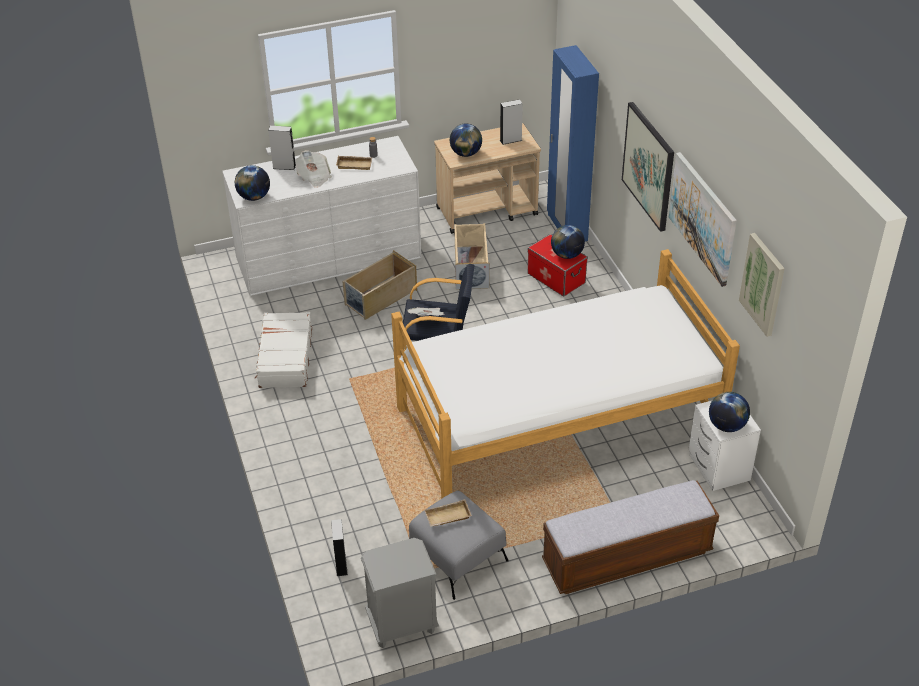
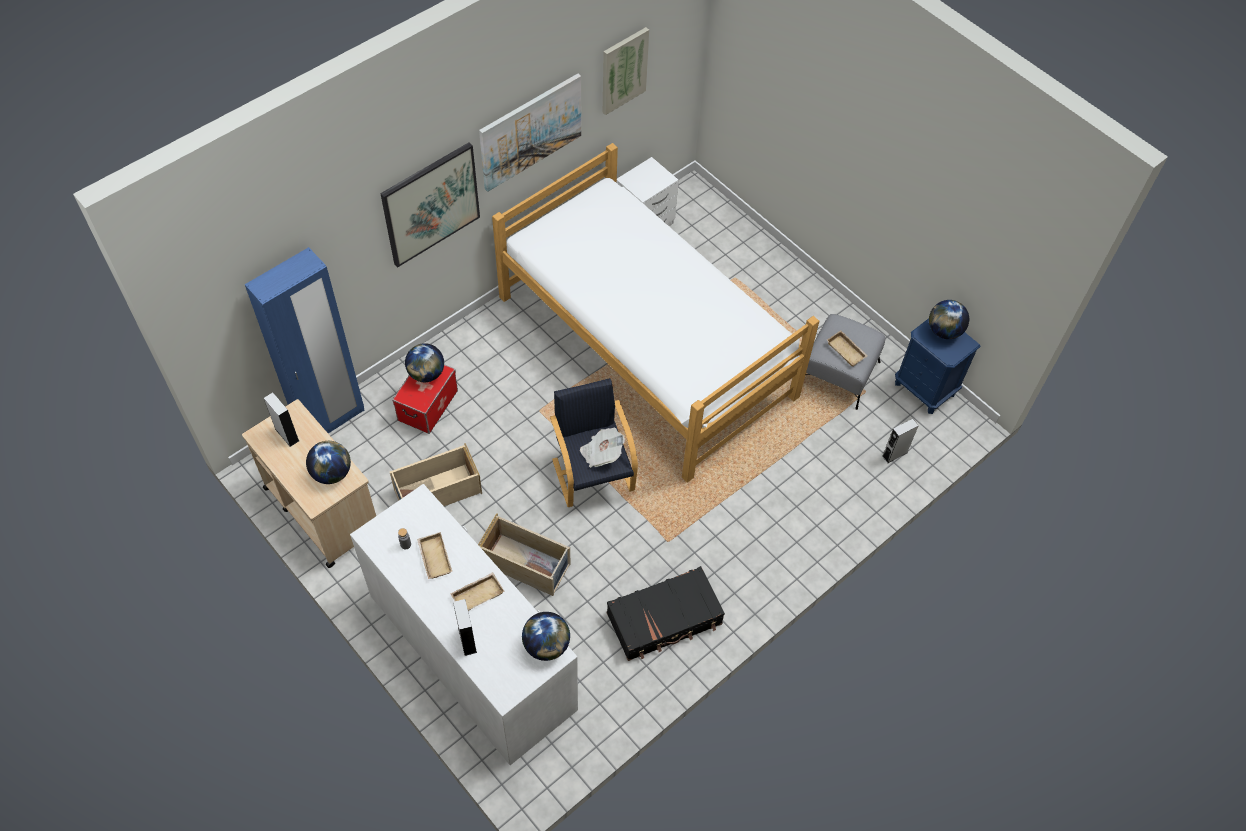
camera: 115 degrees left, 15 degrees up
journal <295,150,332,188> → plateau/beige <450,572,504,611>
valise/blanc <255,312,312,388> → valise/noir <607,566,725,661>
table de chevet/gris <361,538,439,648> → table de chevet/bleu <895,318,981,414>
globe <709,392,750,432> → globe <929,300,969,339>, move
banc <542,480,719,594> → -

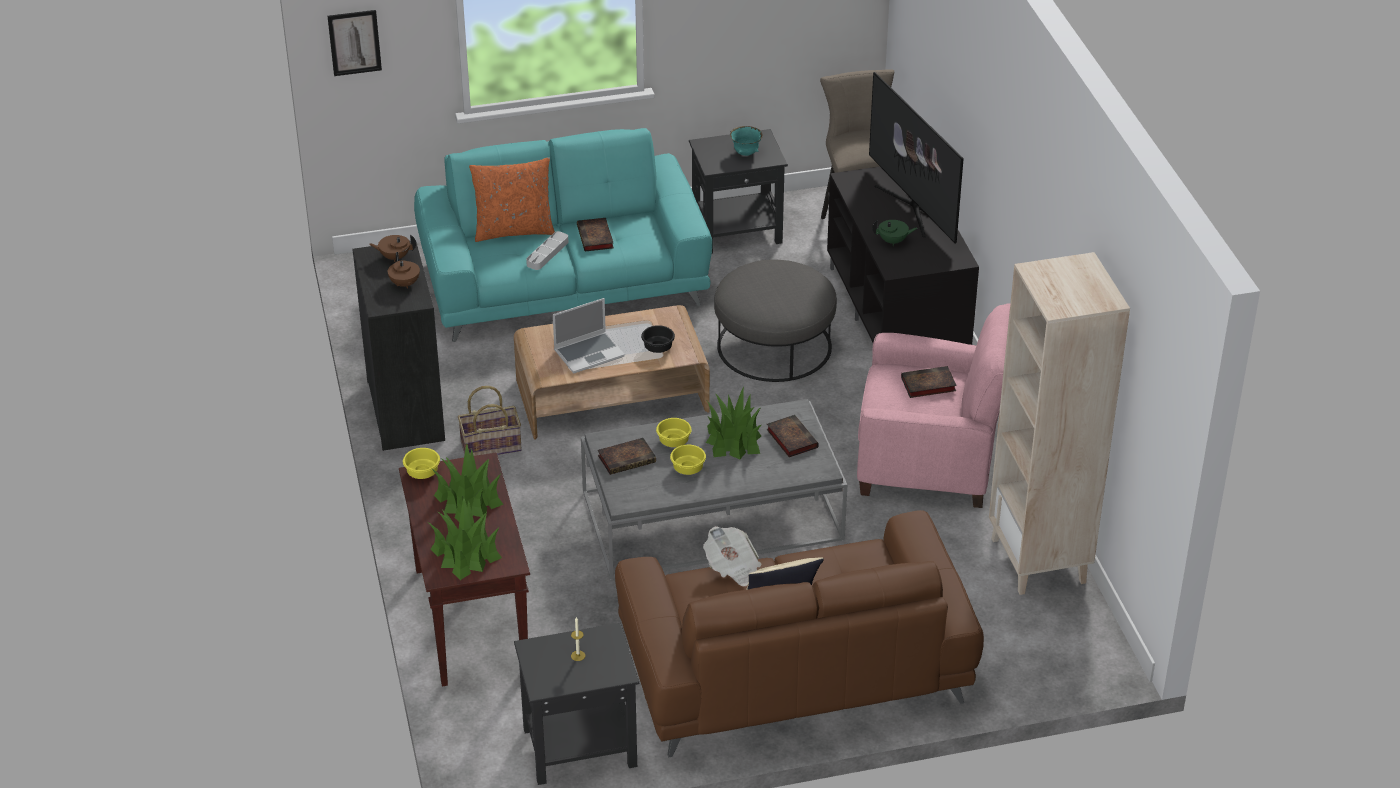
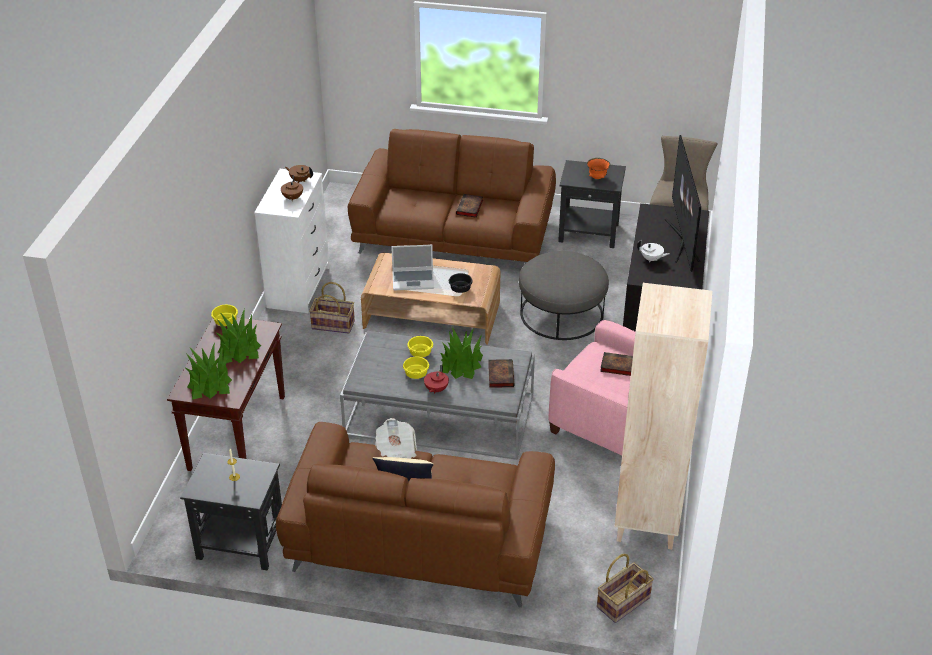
camera: 25 degrees right, 0 degrees up
commode/noir <352,242,445,451> → commode/blanc <254,169,330,313>
canapé/turquoise <414,128,712,342> → canapé/marron <348,129,556,264>
- → théière/rouge <424,365,449,394>
bol/turquoise <730,126,763,156> → bol/orange <587,158,610,179>
- → panier <597,554,654,623>
théière/vert <872,219,917,246> → théière/blanc <637,240,670,263>
tableau <327,10,382,76> → -
coussin/orange <469,157,555,242> → -
plateau/gris <526,231,568,270> → -
livre <598,438,656,475> → -

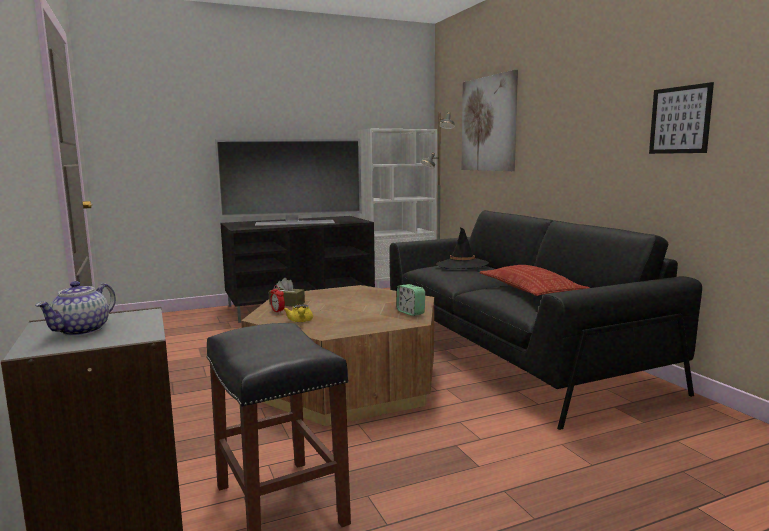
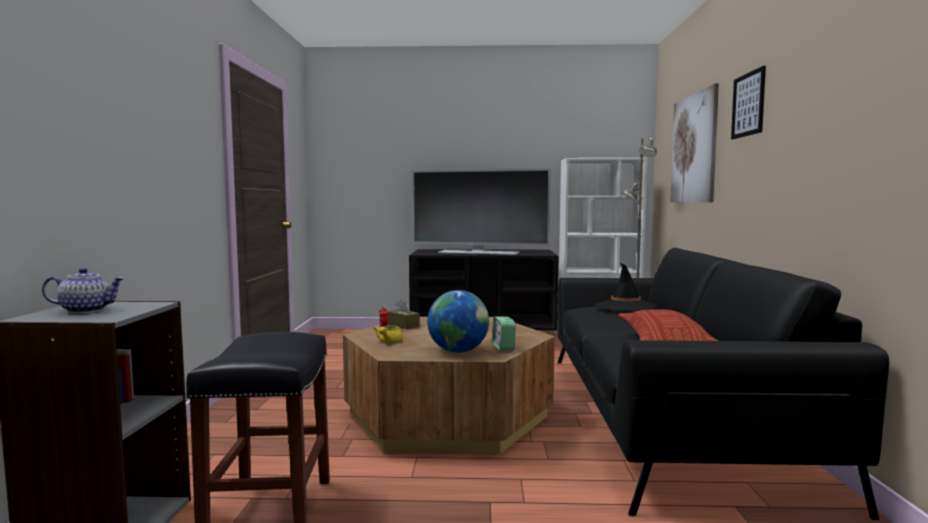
camera: 25 degrees right, 5 degrees down
théière <35,281,116,336> → théière <42,268,125,313>, 150 degrees counterclockwise
- → globe <427,290,489,353>
tableau <649,82,714,154> → tableau <731,66,766,139>, move

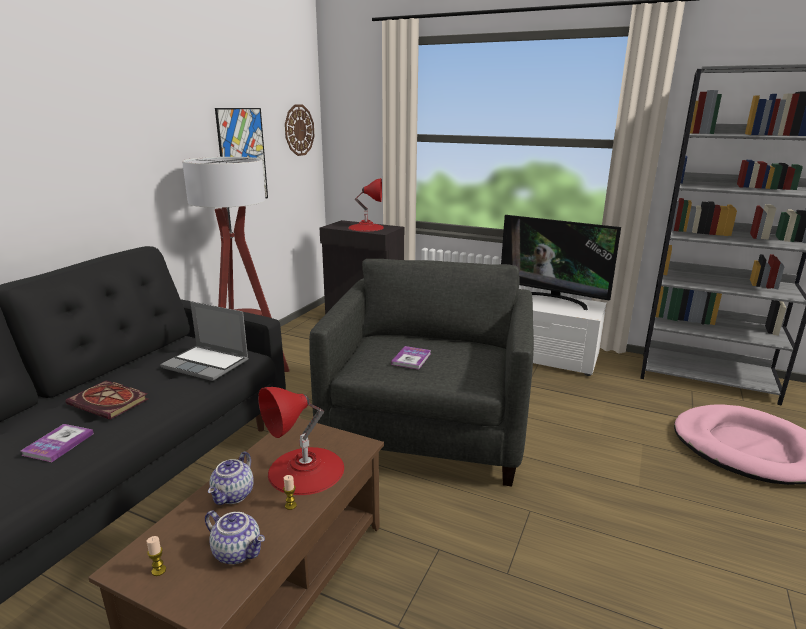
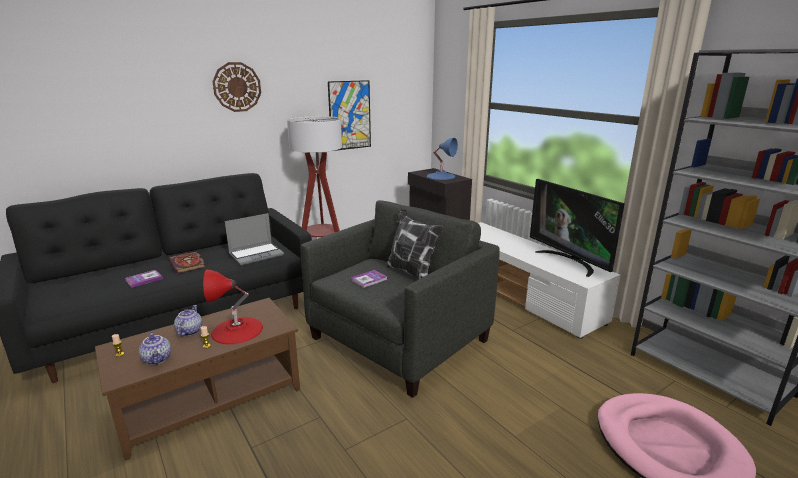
camera: 30 degrees right, 0 degrees up
théière <208,451,254,505> → théière <174,305,202,336>, 135 degrees clockwise
horloge murale <285,104,314,156> → horloge murale <212,62,261,112>, move
ordinateur portable <160,302,249,381> → ordinateur portable <225,213,284,265>, 90 degrees counterclockwise
- → coussin <386,208,443,280>
lampe de table/rouge <348,178,384,232> → lampe de table/bleu <427,138,458,180>

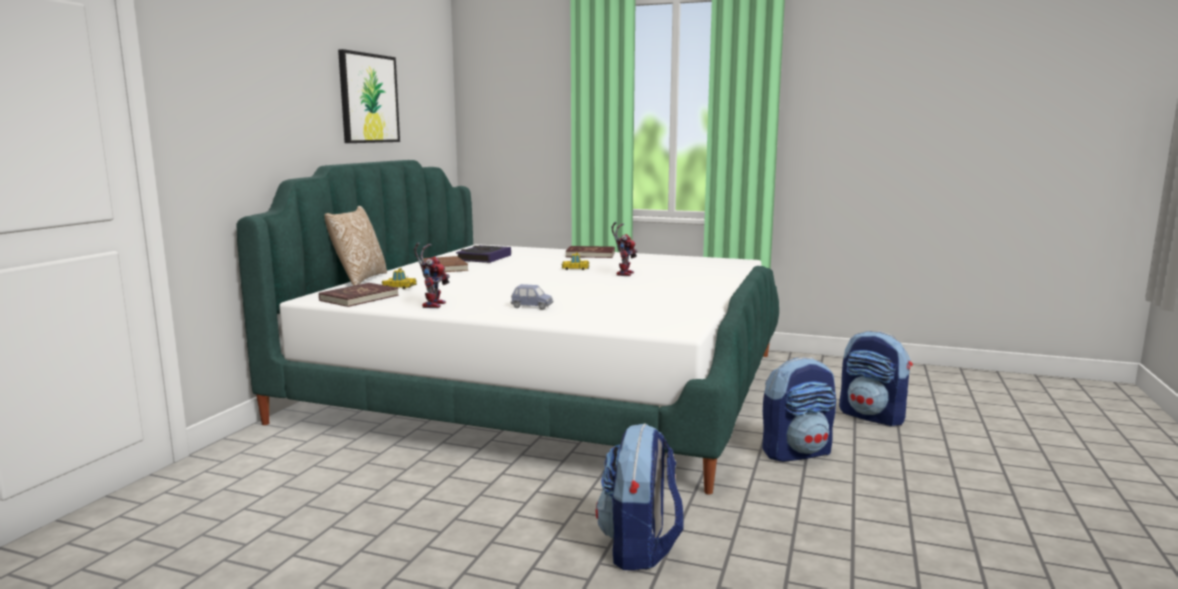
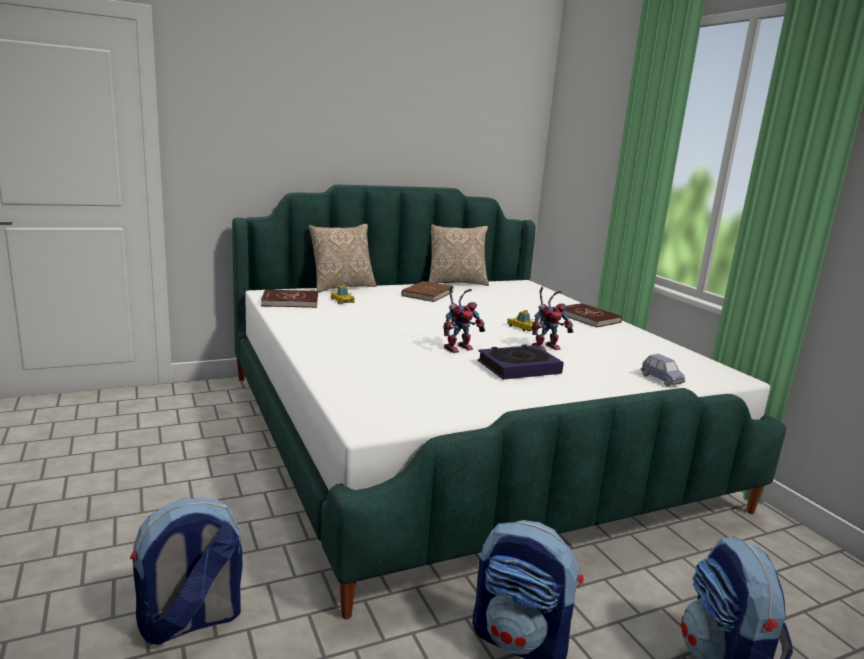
camera: 45 degrees right, 5 degrees up
- → coussin <429,224,489,286>
robot jouet <414,242,450,308> → robot jouet <443,286,485,353>, move
livre <456,245,511,263> → livre <478,344,564,380>, move
petite voiture/bleu <511,284,553,310> → petite voiture/bleu <641,354,685,387>, move
tableau <338,49,400,143> → -

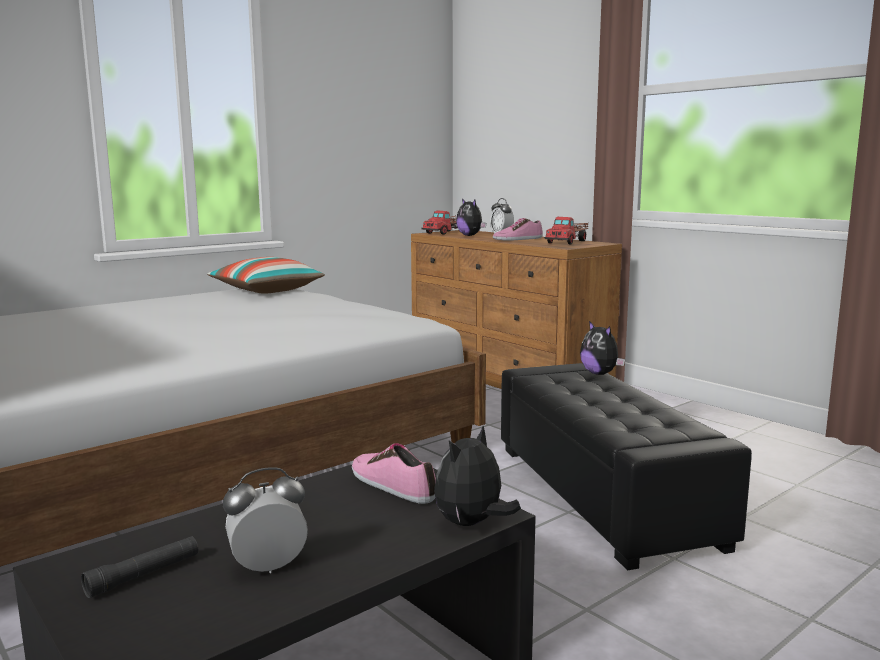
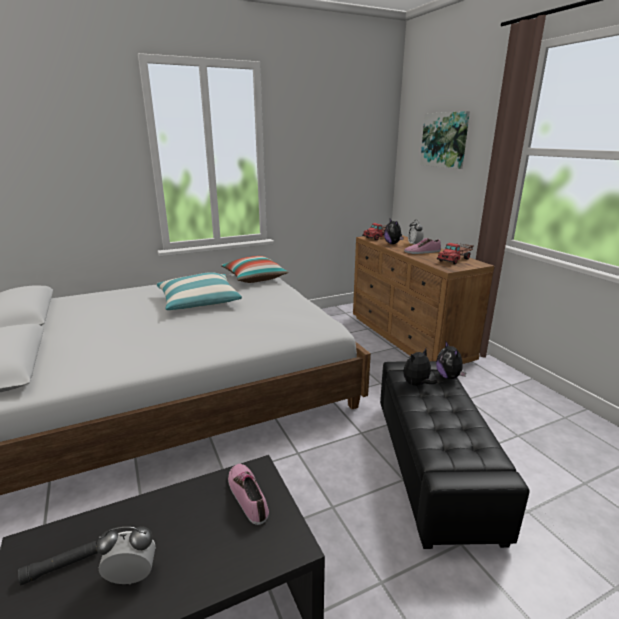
camera: 15 degrees right, 10 degrees up
- → coussin <157,272,242,310>
peluche <434,426,521,526> → peluche <403,348,438,386>, move
- → tableau <420,111,470,169>

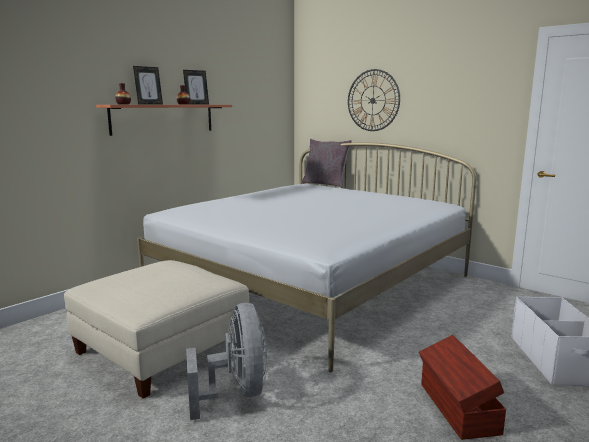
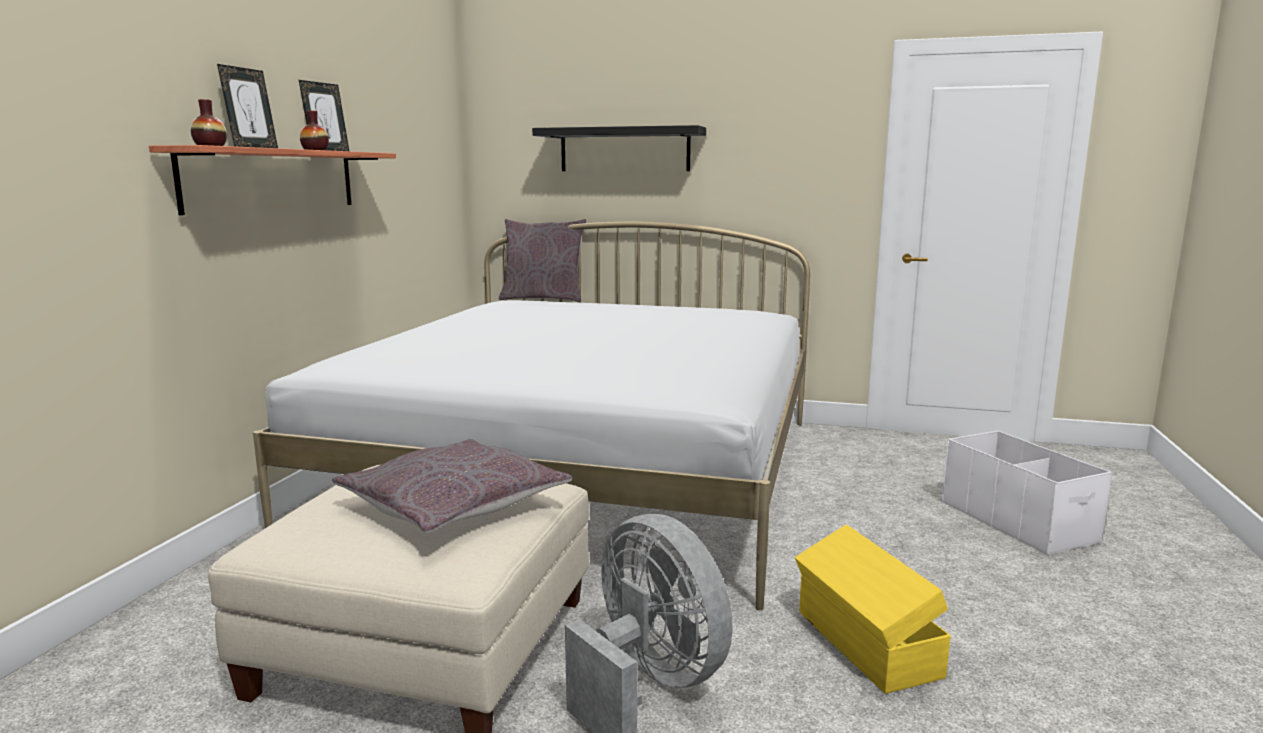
camera: 25 degrees left, 0 degrees up
- → coussin/gris <332,439,572,534>
horloge murale <348,69,400,131> → étagère/noir <532,125,706,171>
- → boîte de rangement/jaune <795,524,951,694>
boîte de rangement/marron <419,335,506,440> → -

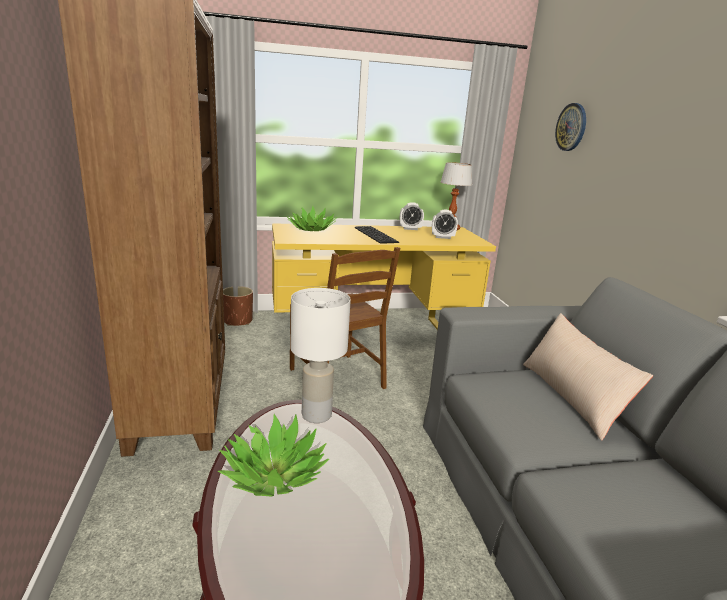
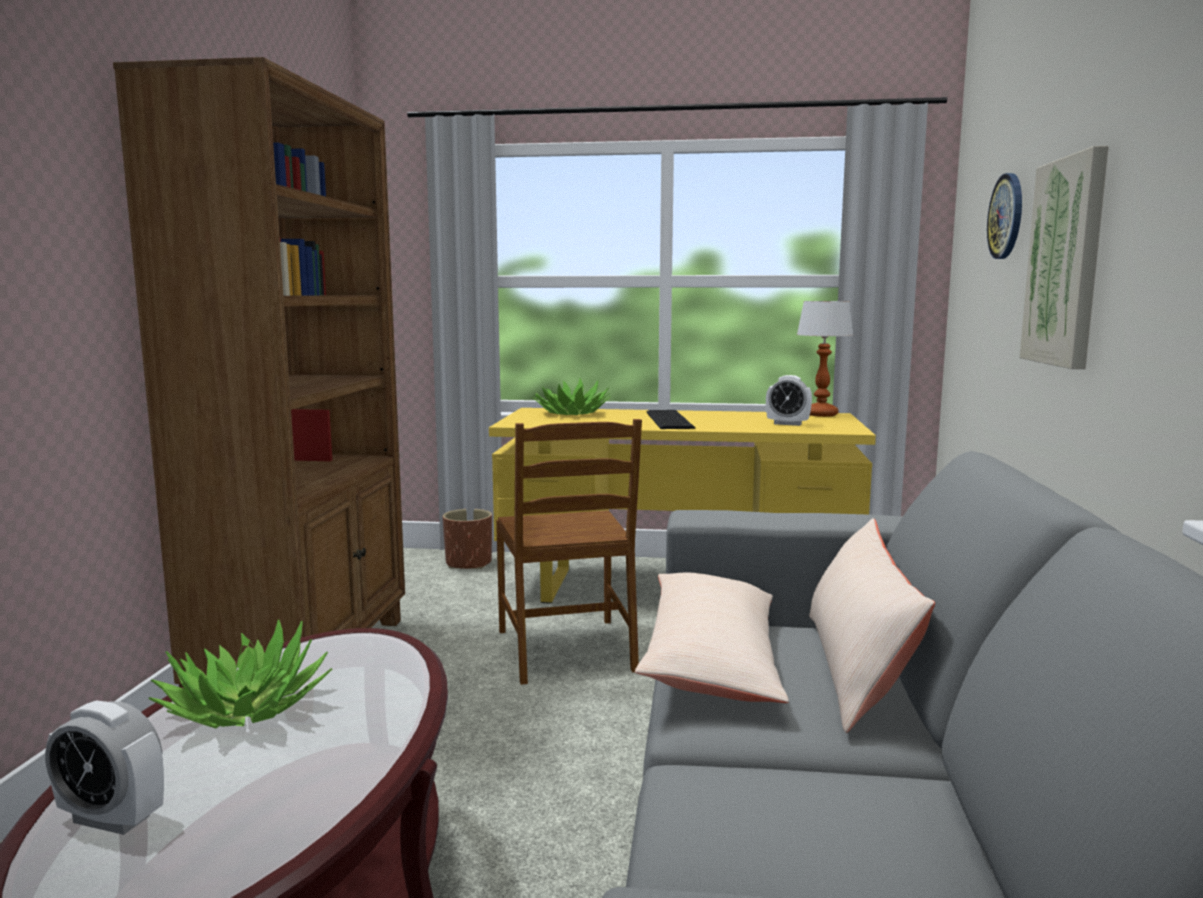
camera: 20 degrees right, 10 degrees down
réveil <400,202,424,230> → réveil <45,700,164,835>, move
- → coussin/beige <635,573,789,703>
- → tableau <1020,146,1109,369>
lampe de table/blanc <290,288,351,423> → -

